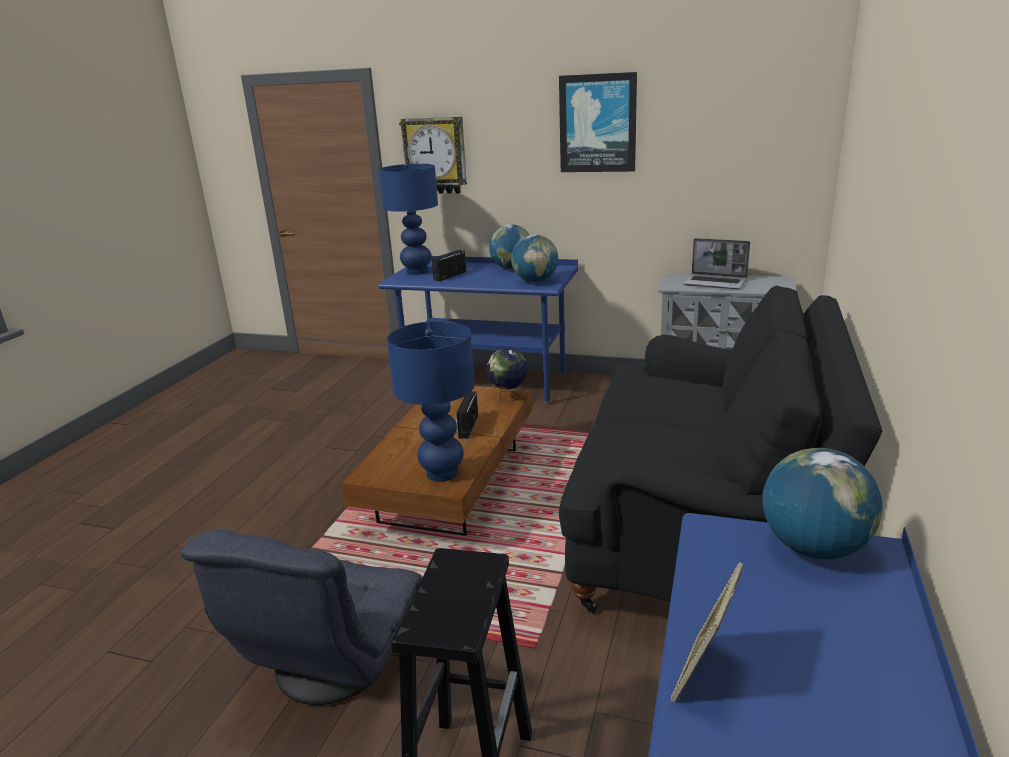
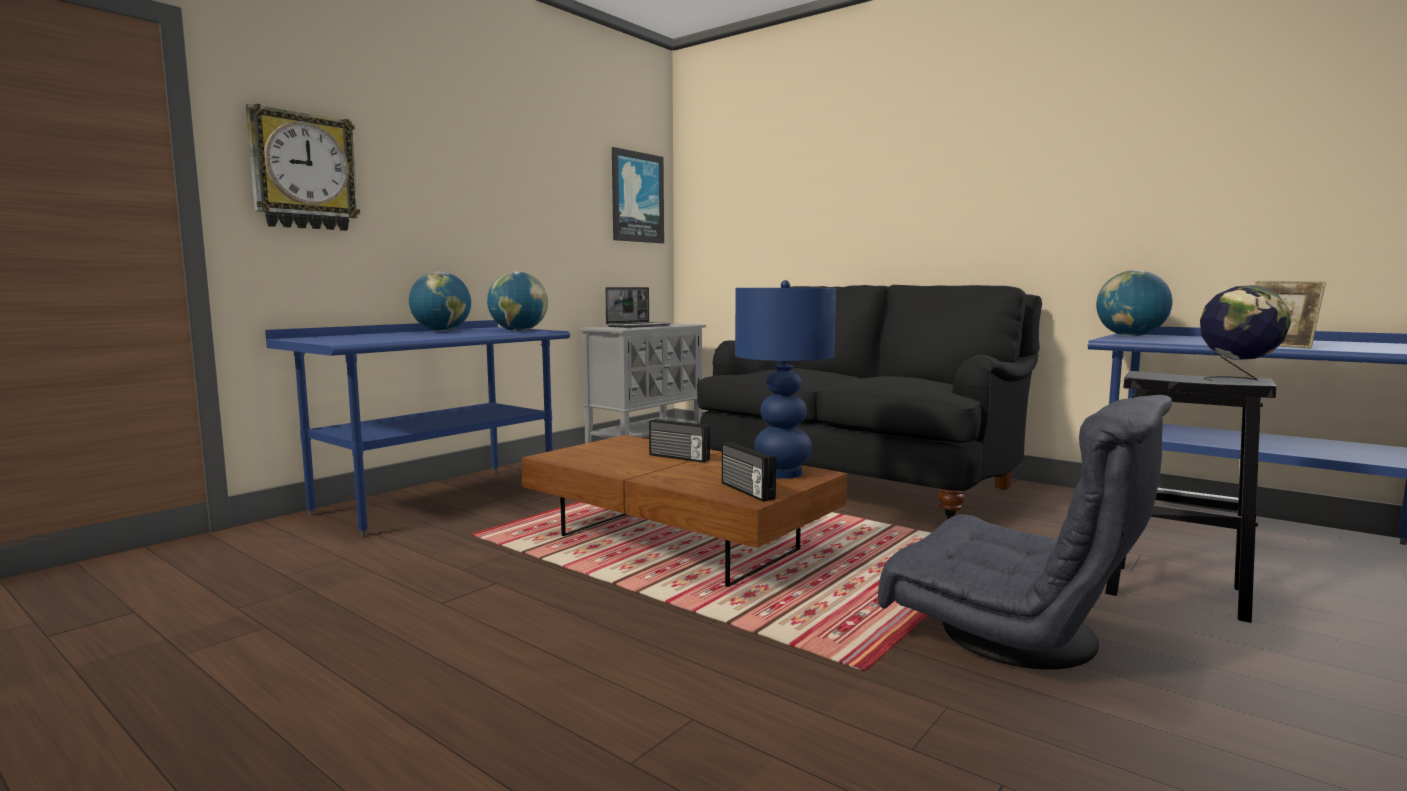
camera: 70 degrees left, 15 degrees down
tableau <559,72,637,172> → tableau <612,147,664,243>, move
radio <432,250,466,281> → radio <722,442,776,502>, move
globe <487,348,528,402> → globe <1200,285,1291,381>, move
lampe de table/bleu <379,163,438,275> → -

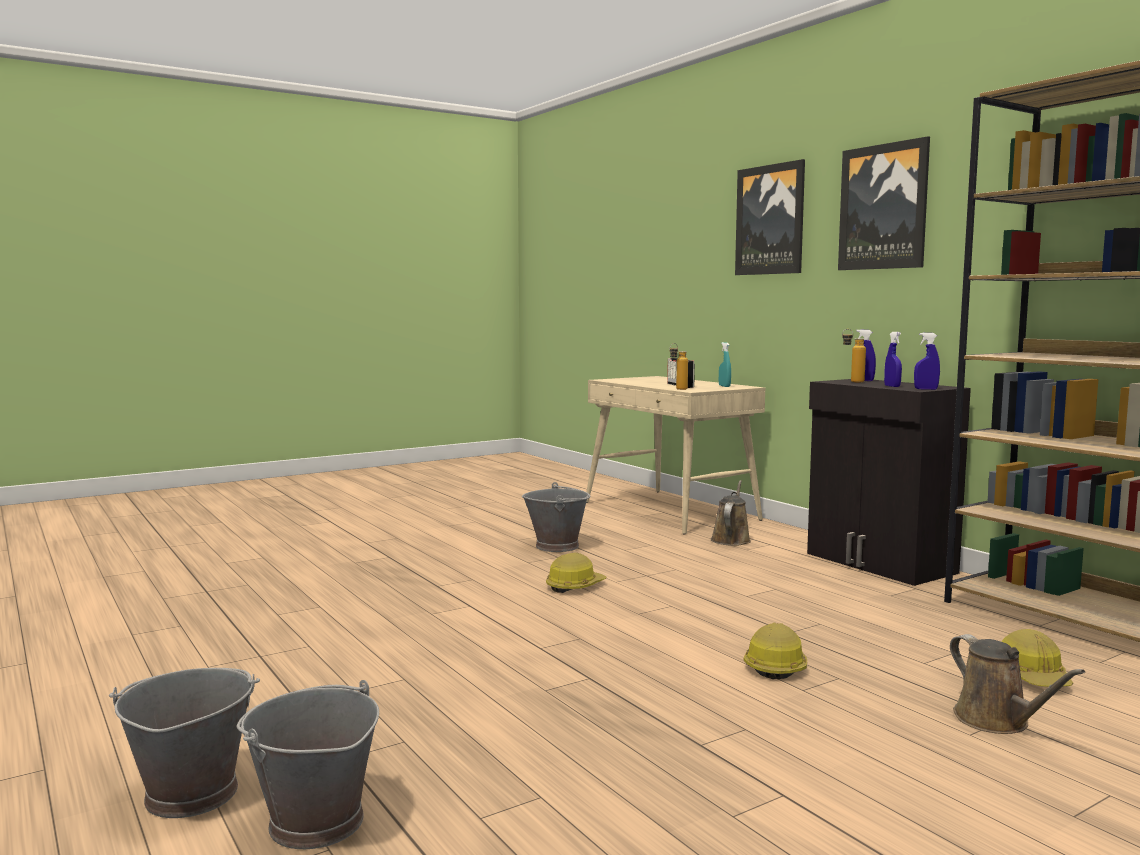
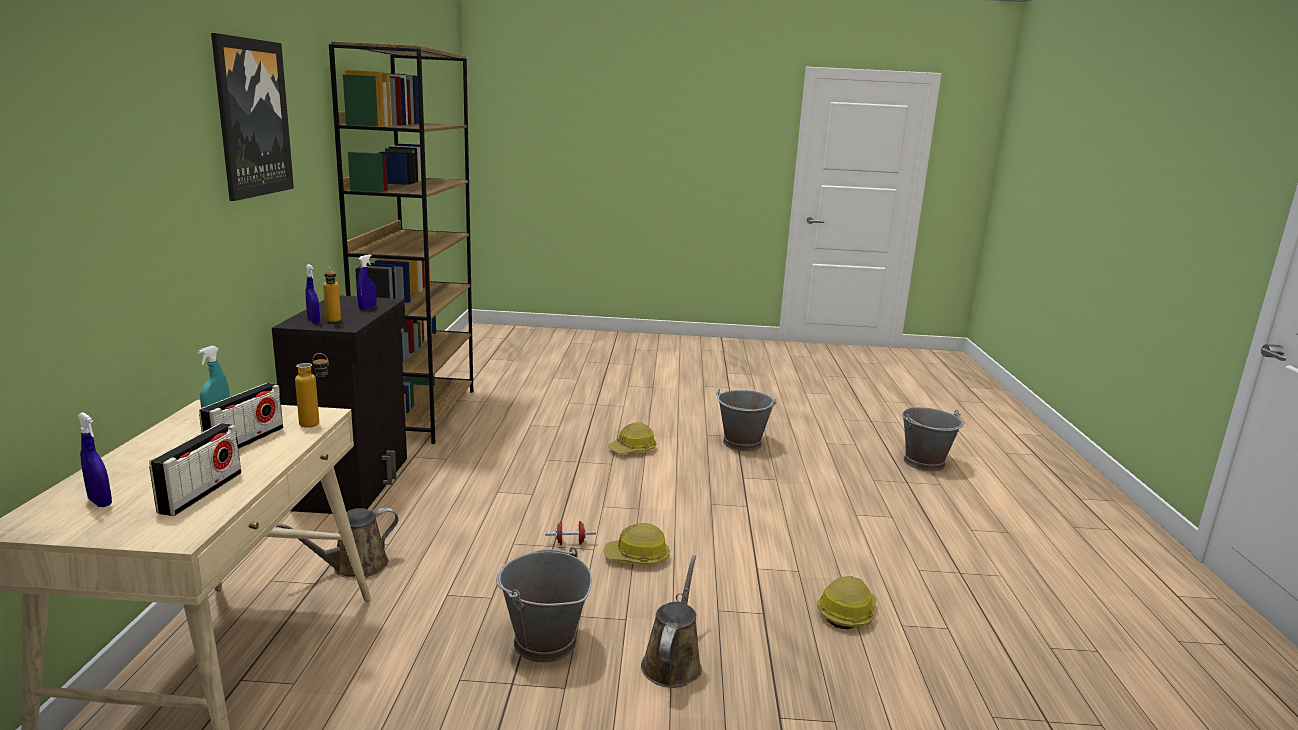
camera: 145 degrees left, 10 degrees up
vaporisateur/bleu <914,333,940,390> → vaporisateur/bleu <78,412,112,507>, move
- → radio <149,423,241,516>
- → haltère/rouge <545,521,596,545>
arrosoir/marron <950,634,1085,734> → arrosoir/marron <641,555,702,688>, move
seau/gris <109,668,260,818> → seau/gris <716,389,777,451>, move
casque de chantier <1002,629,1073,687> → casque de chantier <817,576,877,629>, move
tableau <735,159,805,275> → -

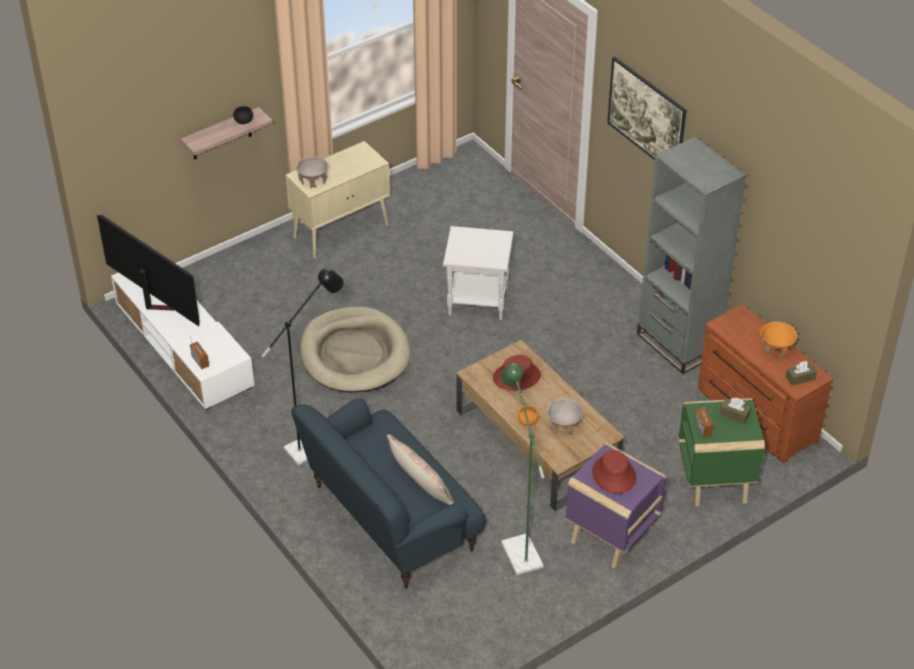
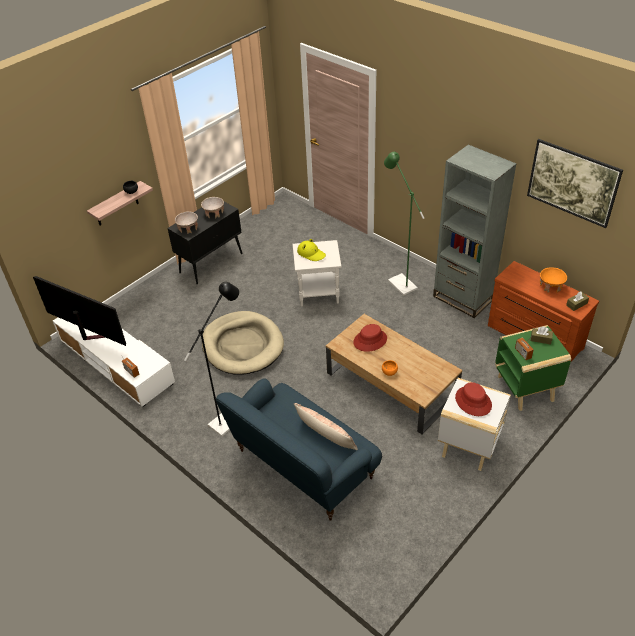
camera: 10 degrees left, 0 degrees up
meuble de rangement/beige <286,141,390,259> → meuble de rangement/noir <168,202,243,285>
bol/beige <547,398,584,435> → bol/beige <201,197,224,218>, move
- → chapeau/jaune <297,239,326,261>
lampadaire/vert <500,363,545,575> → lampadaire/vert <384,152,424,296>, move
table d'appoint/violet <566,443,667,569> → table d'appoint/blanc <438,378,511,471>
tableau <607,57,686,160> → tableau <527,139,623,228>, move

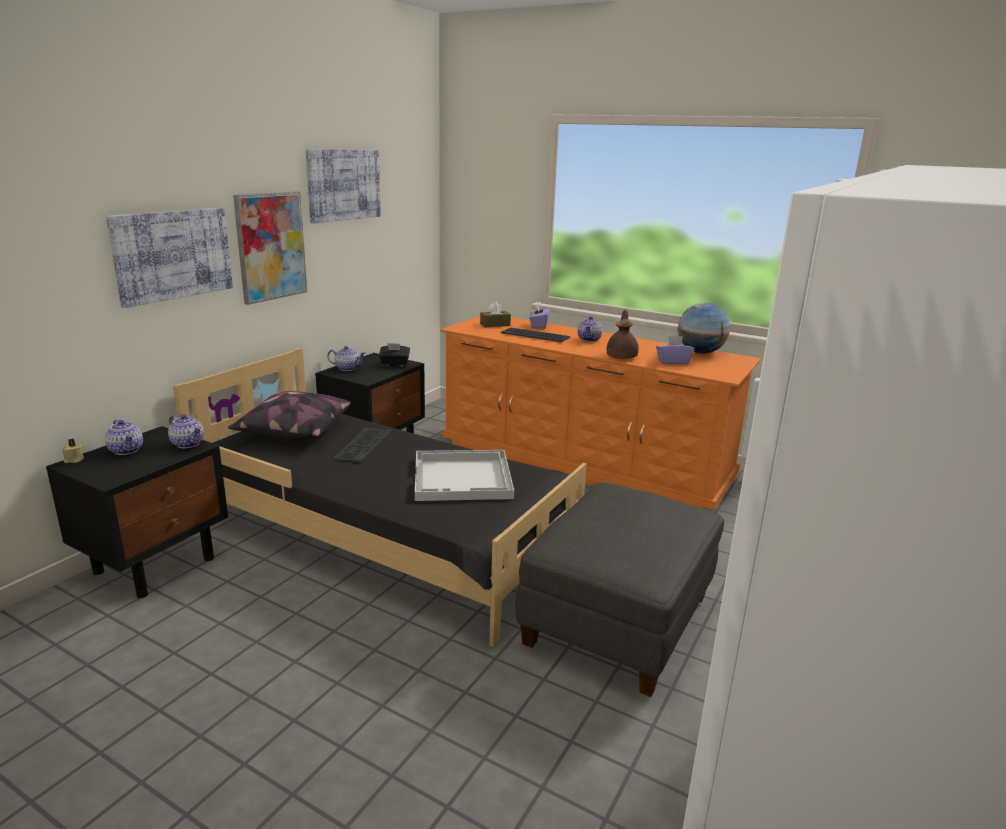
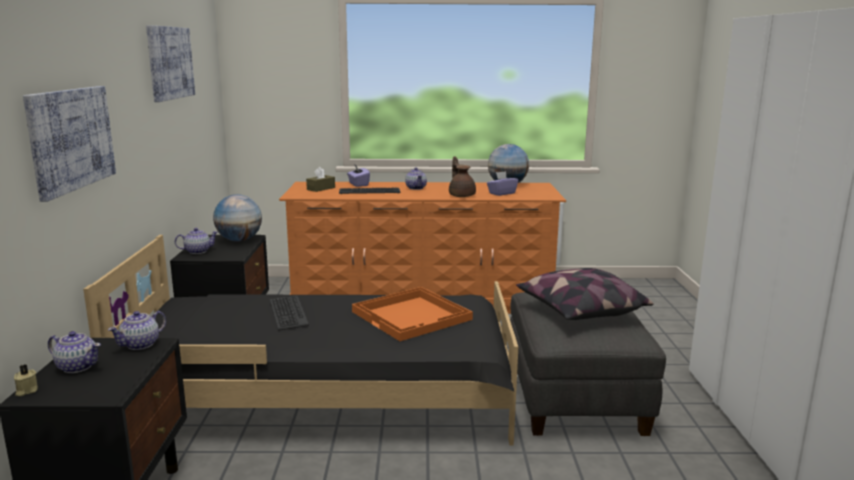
camera: 30 degrees left, 5 degrees down
théière <168,414,204,448> → théière <108,311,166,350>, 120 degrees clockwise
boîte à mouchoirs/noir <379,343,410,367> → globe <213,194,262,242>
plateau/blanc <415,450,514,501> → plateau/orange <352,287,473,341>
coussin <228,391,351,440> → coussin <516,268,654,320>, move
tableau <233,192,307,305> → -

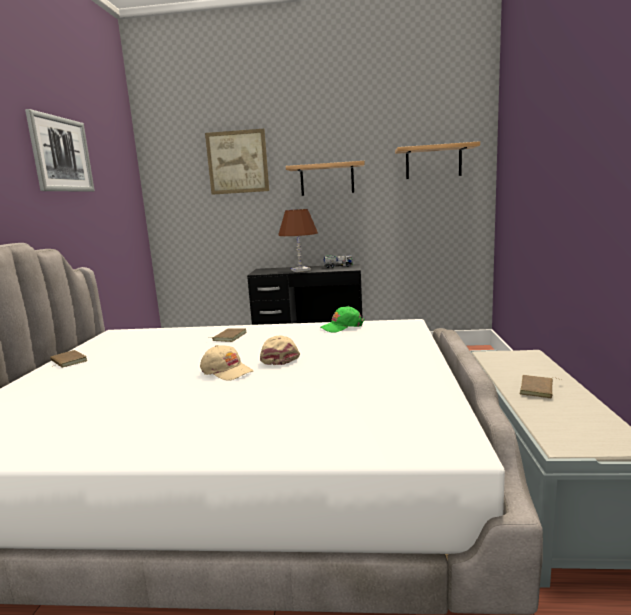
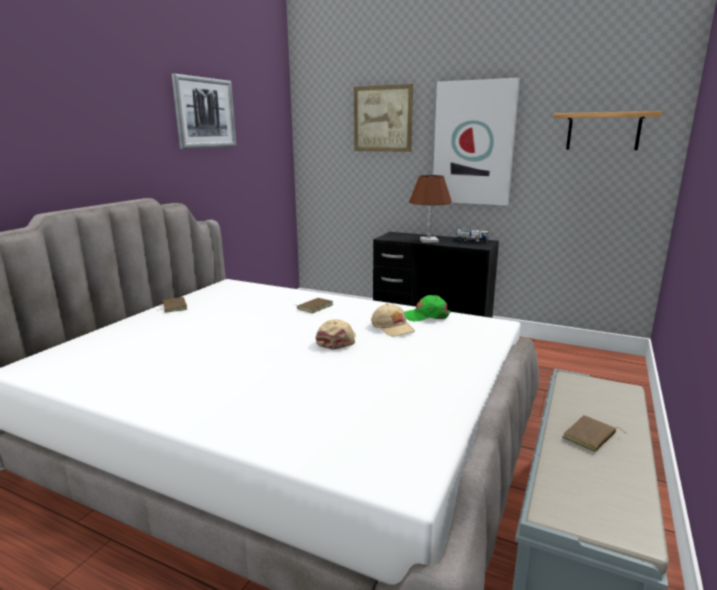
camera: 20 degrees right, 5 degrees up
casquette/beige <200,345,253,381> → casquette/beige <371,304,415,337>, move
étagère <286,161,365,196> → tableau <433,78,520,206>

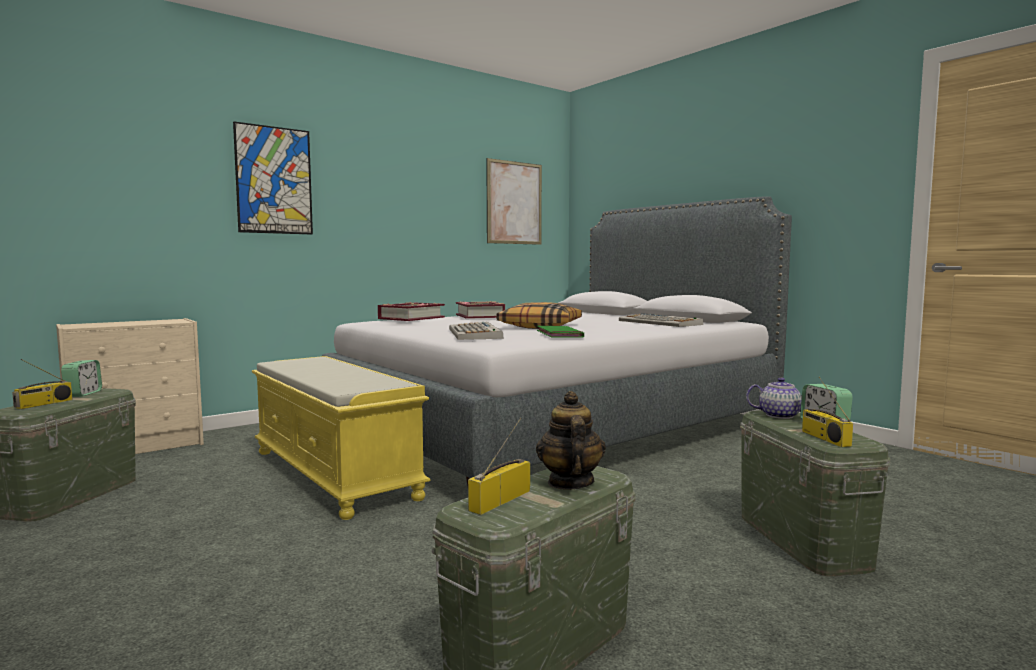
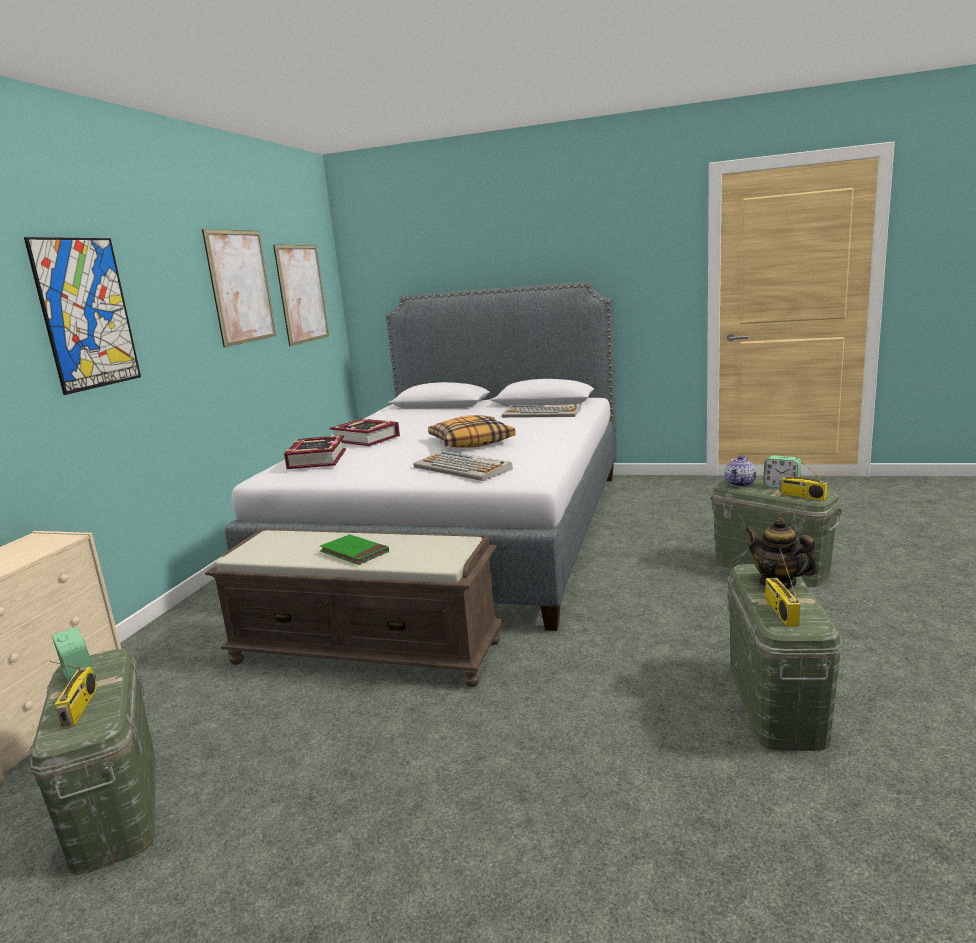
camera: 35 degrees left, 10 degrees up
- → tableau <202,229,277,347>
banc/jaune <252,356,430,520> → banc/marron <205,529,503,687>
livre/vert <537,326,584,338> → livre/vert <320,535,389,565>, move
théière <746,377,802,419> → théière <724,456,756,487>, 150 degrees clockwise

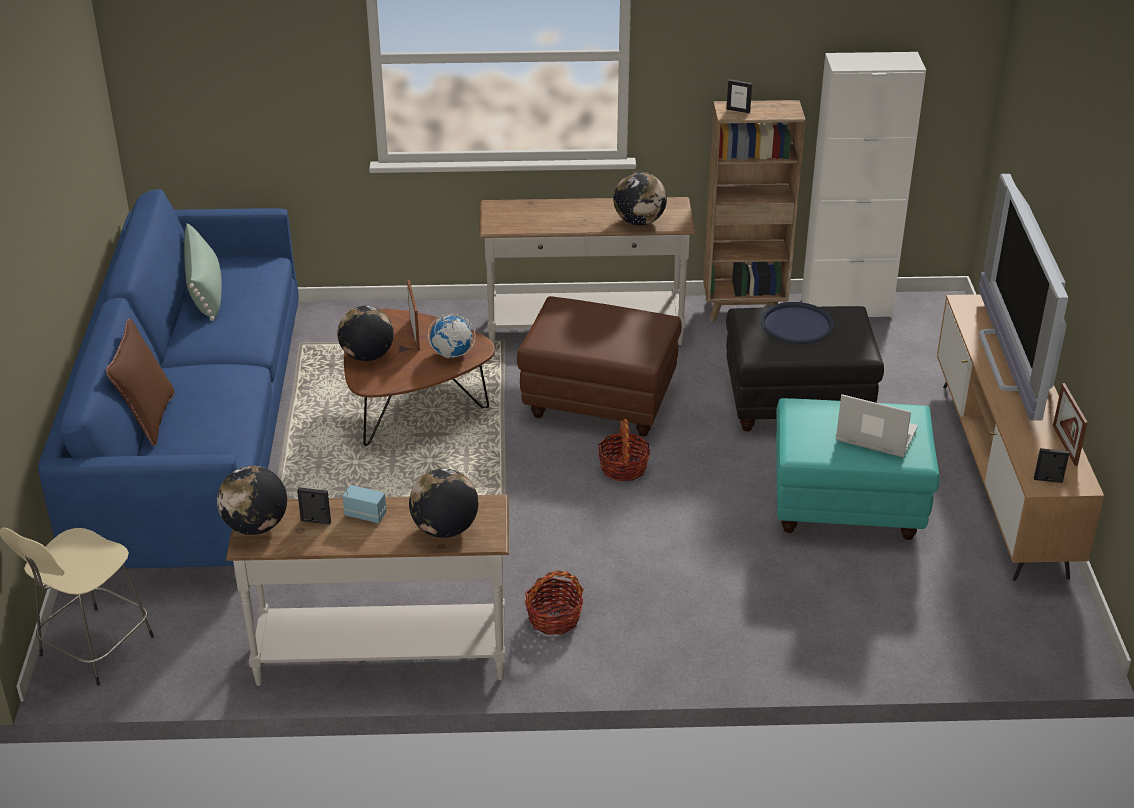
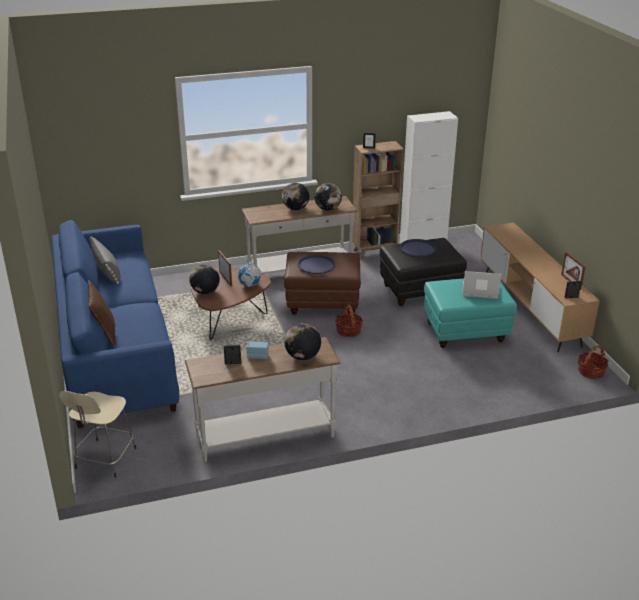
camera: 15 degrees left, 5 degrees down
coussin/vert <184,223,222,321> → coussin/gris <89,236,120,284>
globe <217,466,287,535> → globe <282,183,309,210>, move
- → plateau/bleu <297,255,336,274>
panier <525,570,584,635> → panier <578,345,608,379>, move
téléviseur <978,174,1068,420> → -

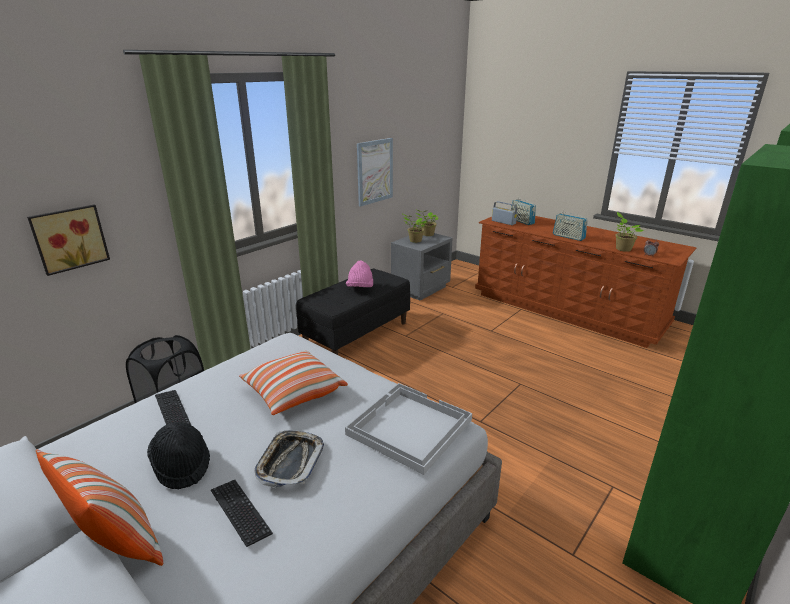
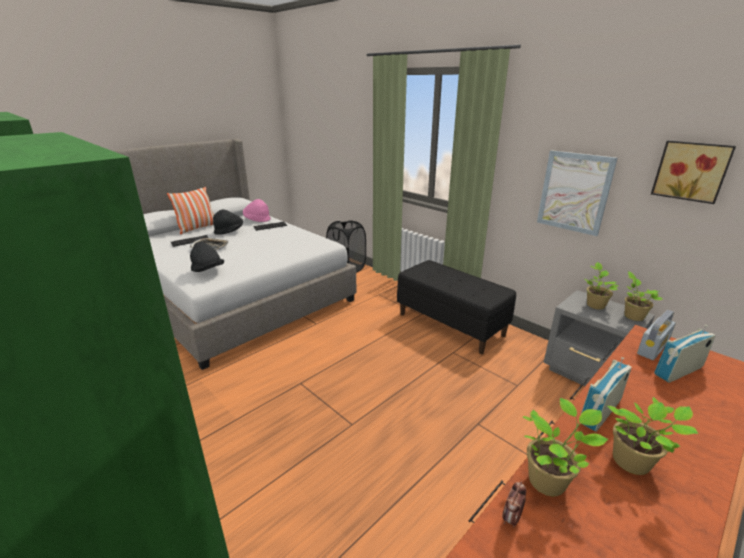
camera: 95 degrees right, 0 degrees up
plateau/blanc <345,383,472,475> → chapeau/noir <190,242,224,272>
chapeau/rose <346,261,373,287> → chapeau/rose <243,199,271,222>, move
- → plante en pot <607,397,698,475>
tableau <27,205,110,276> → tableau <651,140,736,204>, move
coussin <239,351,348,415> → -

